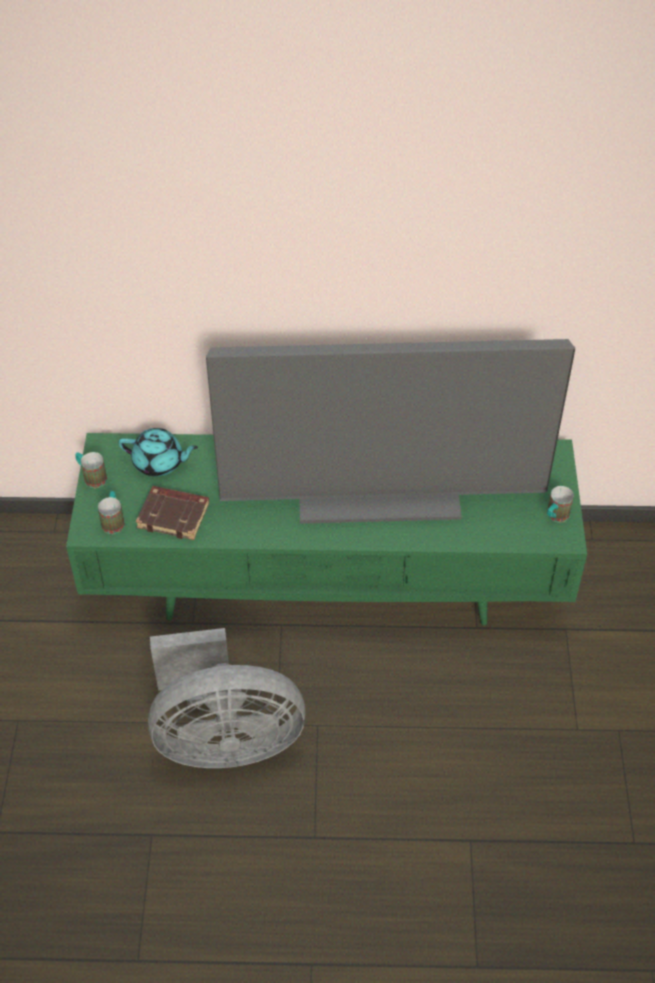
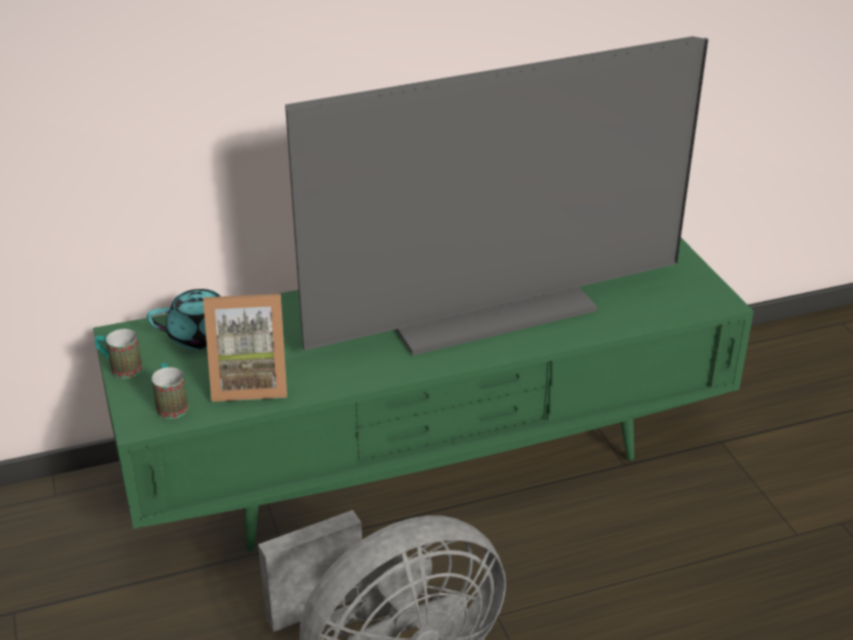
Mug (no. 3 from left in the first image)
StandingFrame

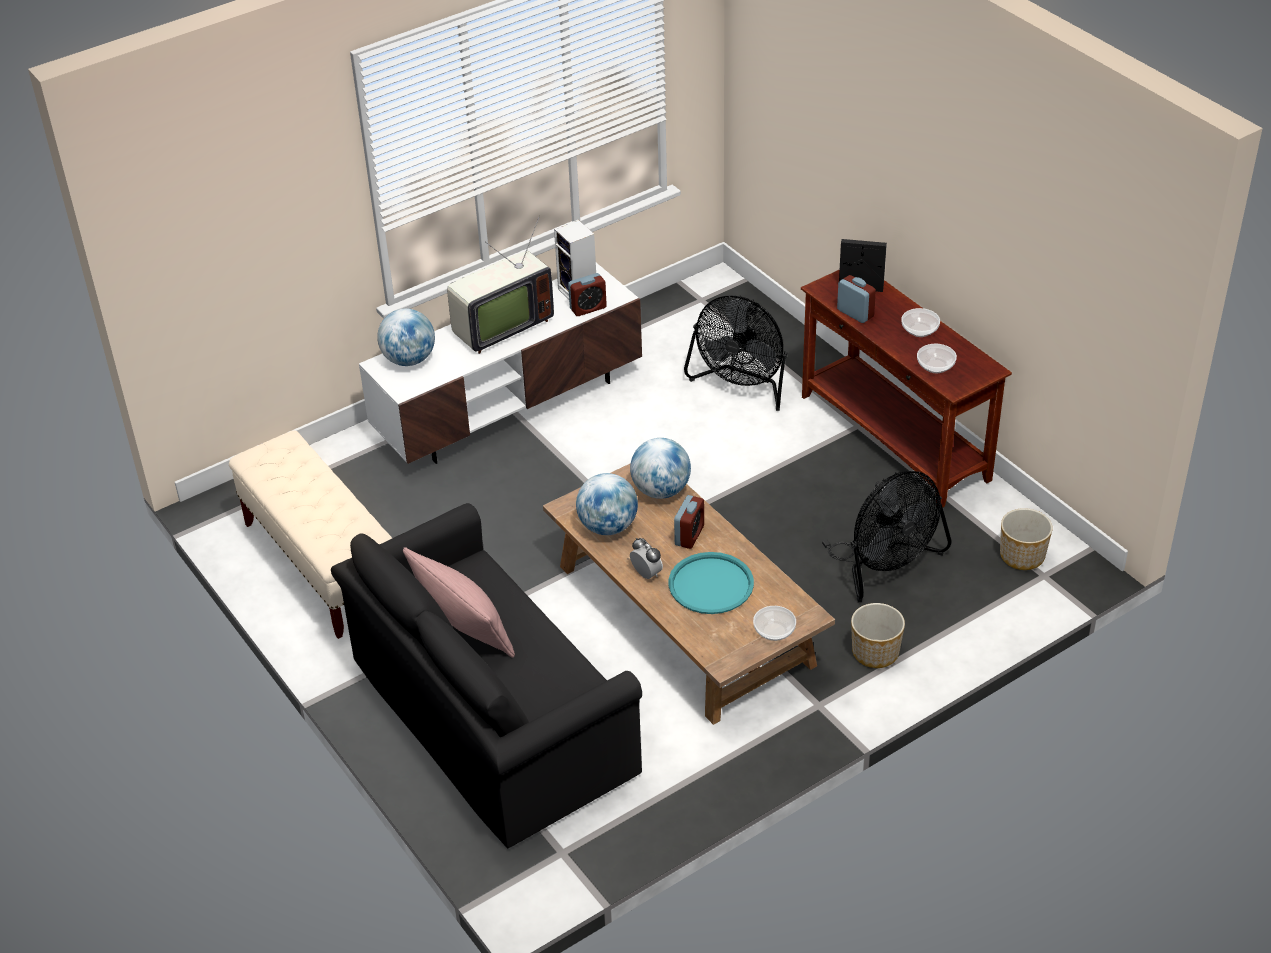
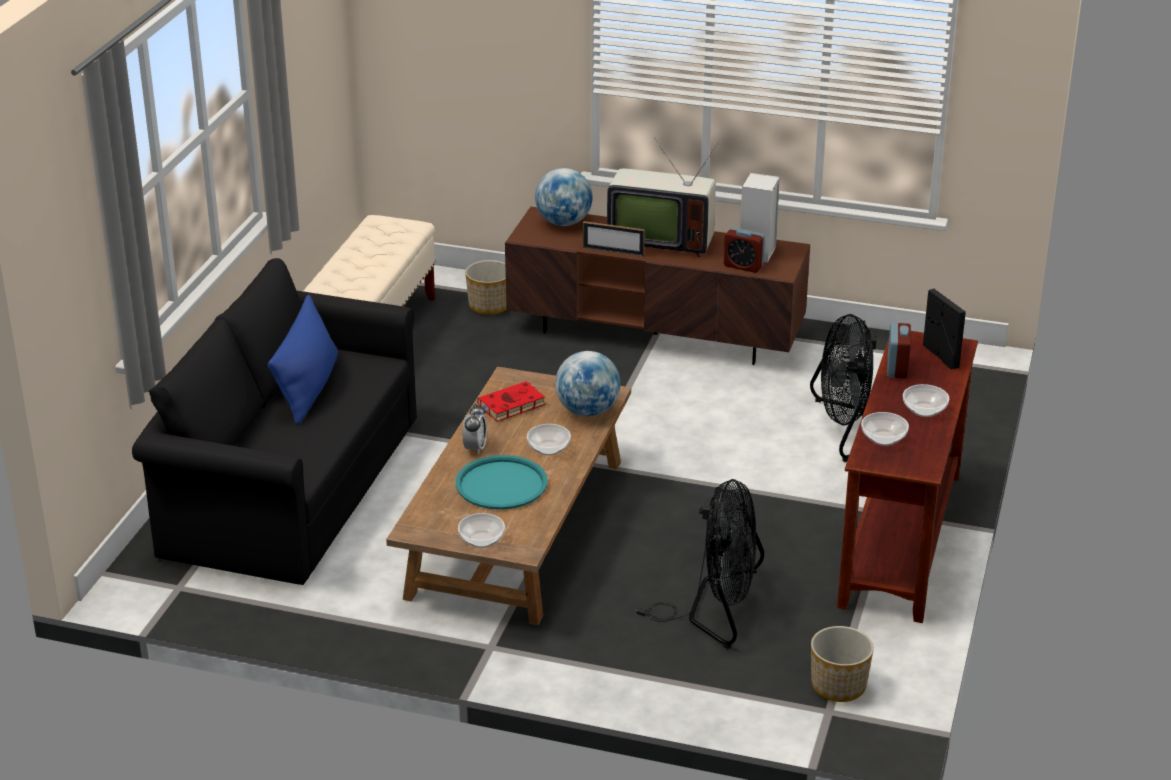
StandingFrame (no. 1 from left)
FlowerPot (no. 1 from left)
RedBoundBook
DeepDish (no. 2 from left)
BrownTvUnit
BlueColouredThrowPillow
BlackColouredFan (no. 1 from left)

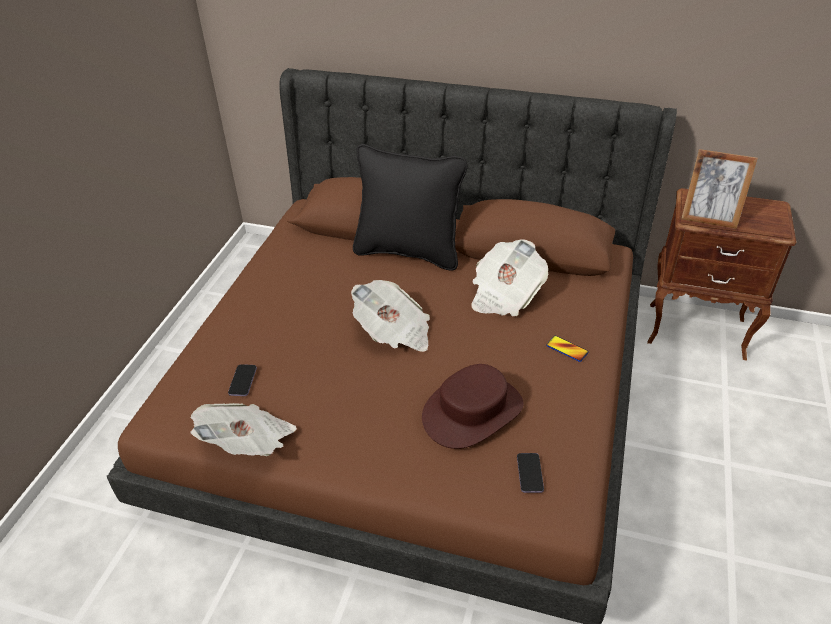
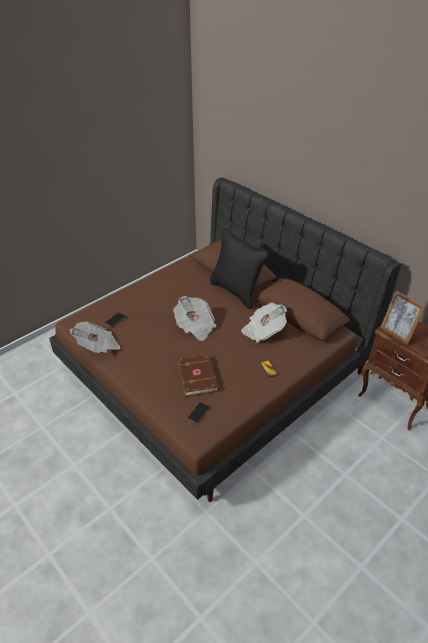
BrownBoundBook

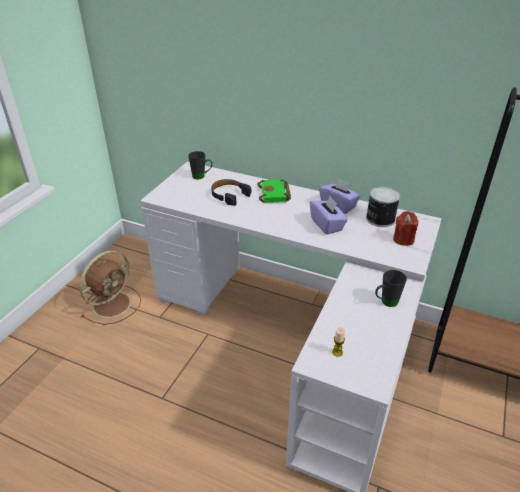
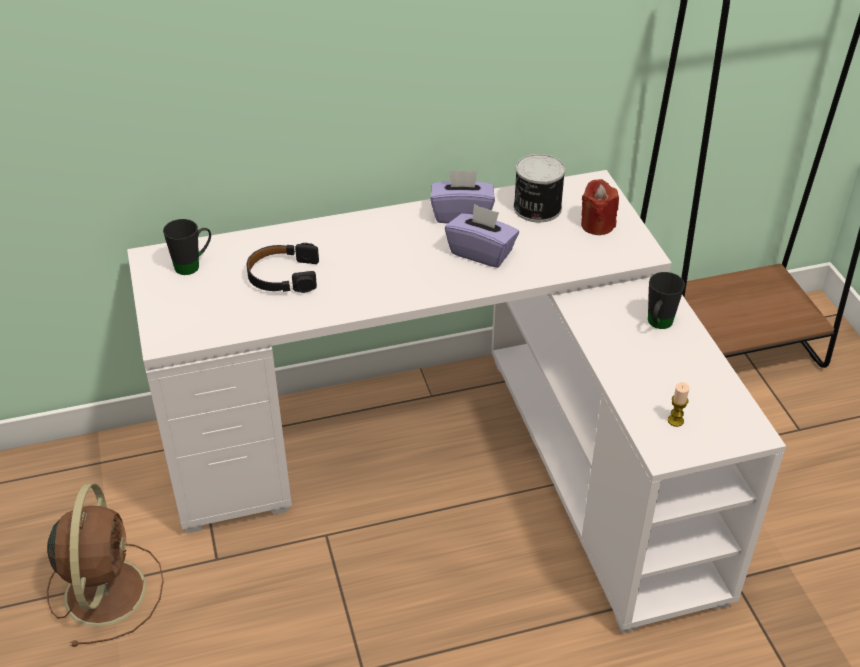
GreenBoundBook

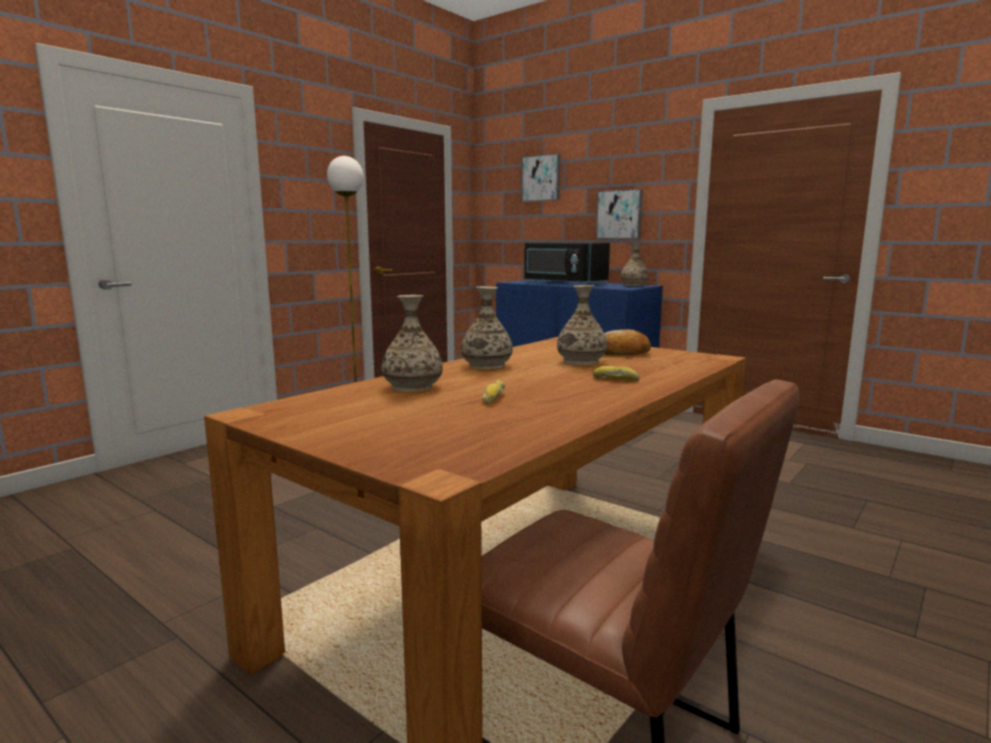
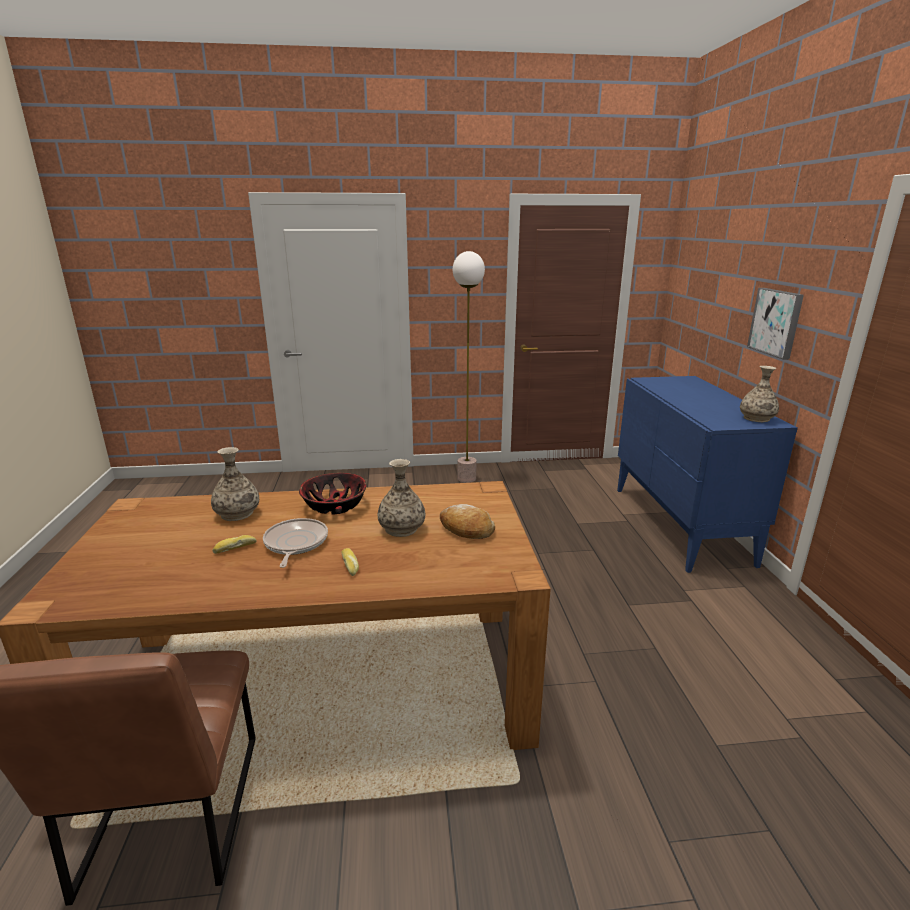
WallPicture (no. 1 from left in the first image)
BlackColouredMicrowave
Skillet
DeepDish

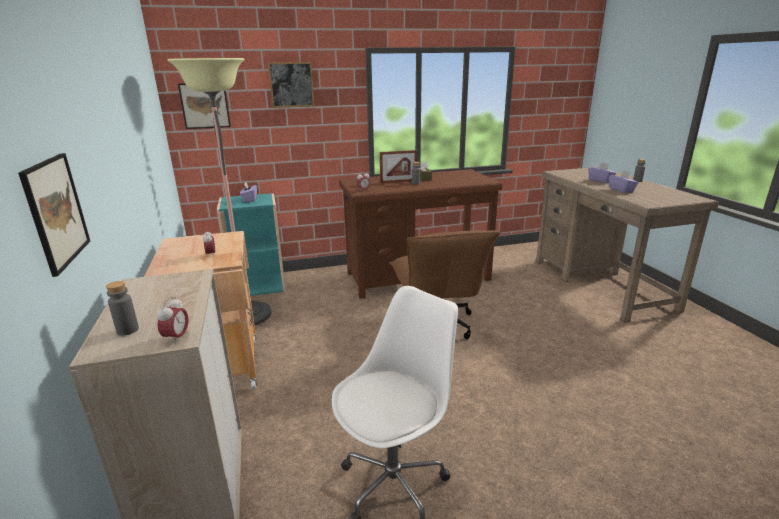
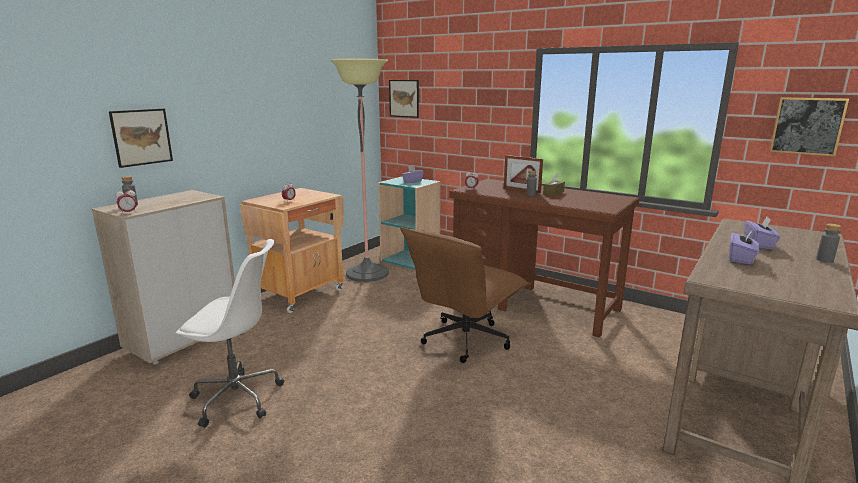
WallPicture (no. 3 from left)

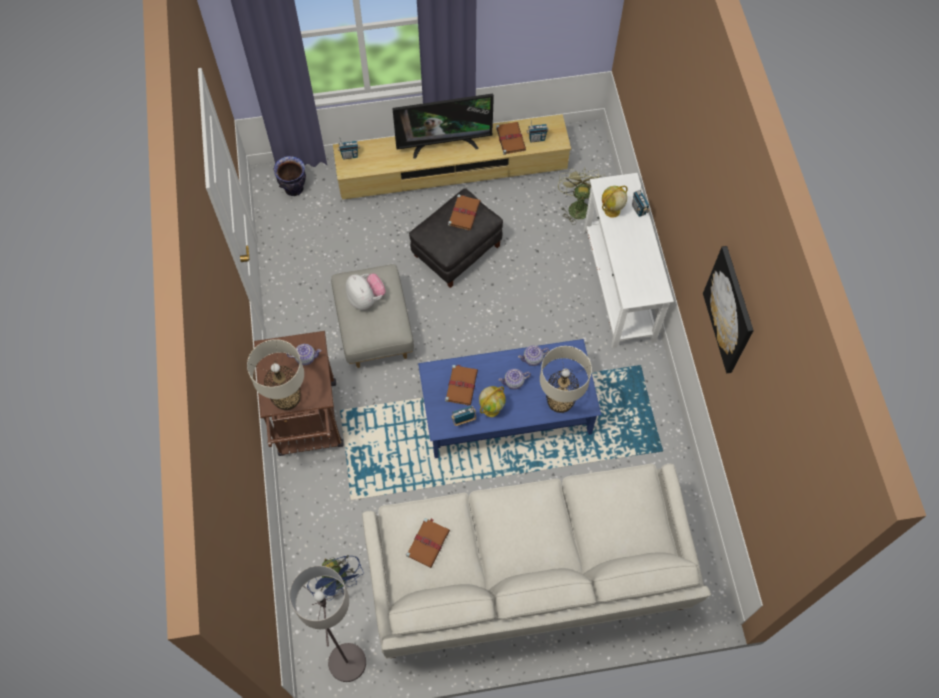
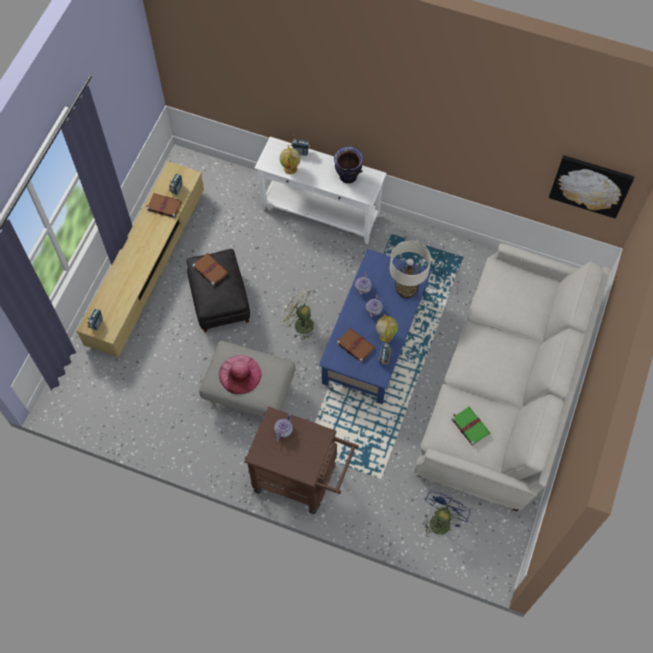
TableLamp (no. 1 from left in the first image)
GrayFloorLamp
Television
DecorativeVase
GreenFan
WallPicture
PinkishWearableHat
GreenBoundBook
BlueColouredFan

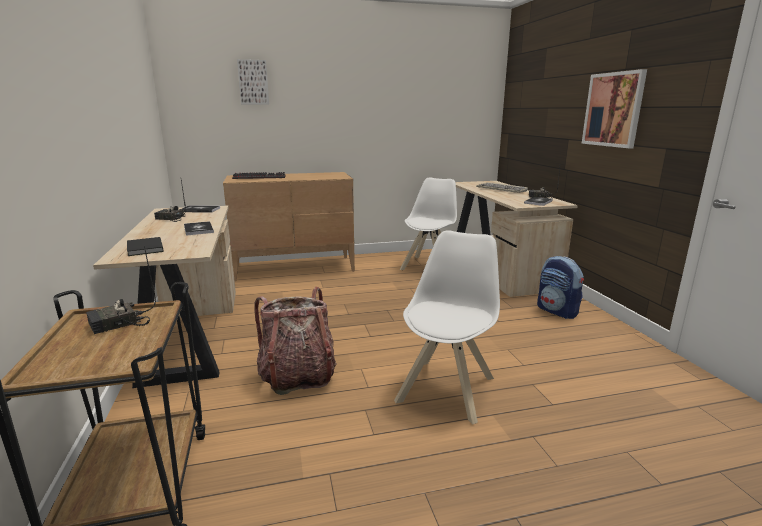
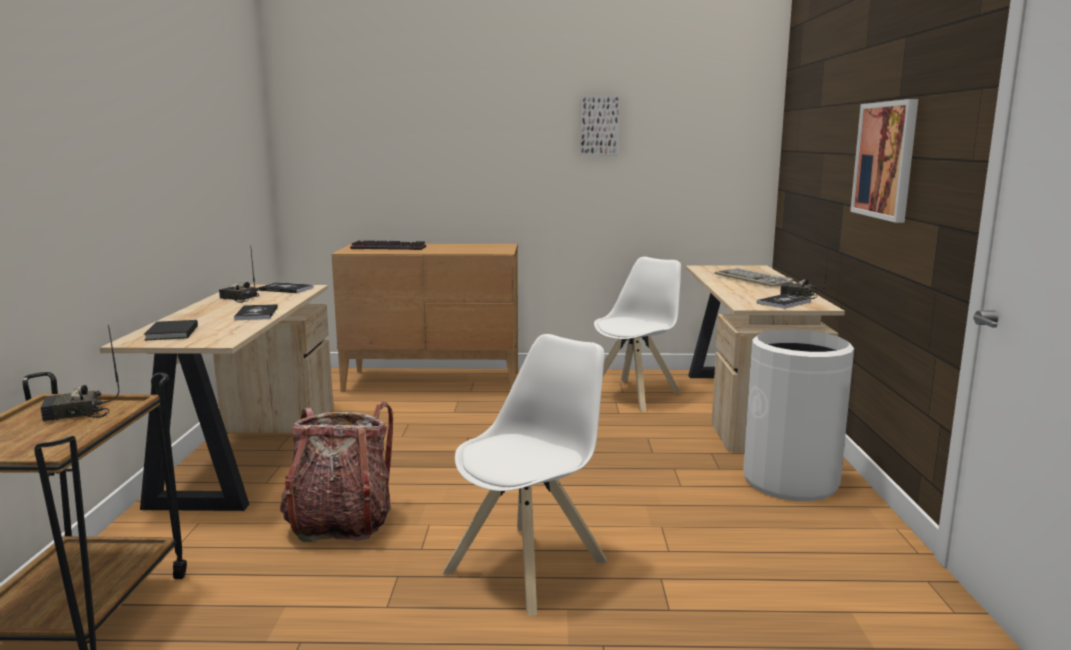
WallPicture (no. 1 from left)
WhiteColouredTrashCan

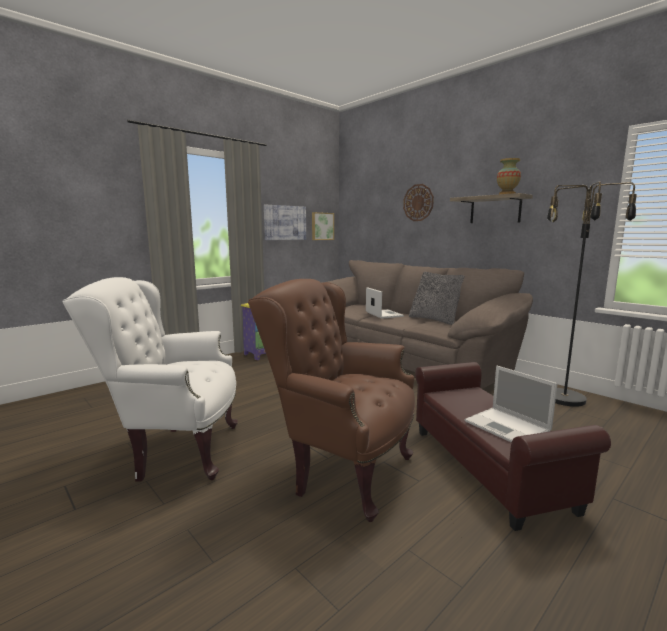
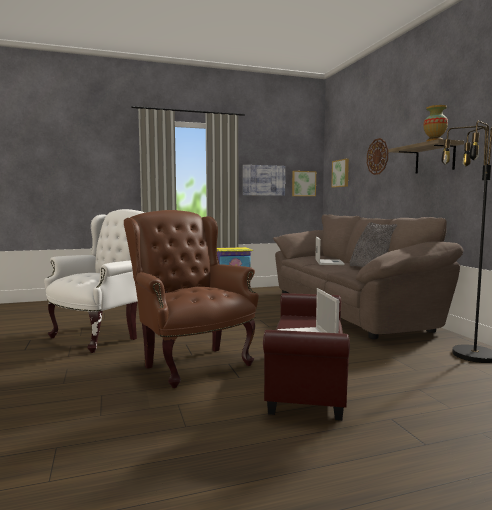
WallPicture (no. 3 from left)
WhiteColouredEasyChair

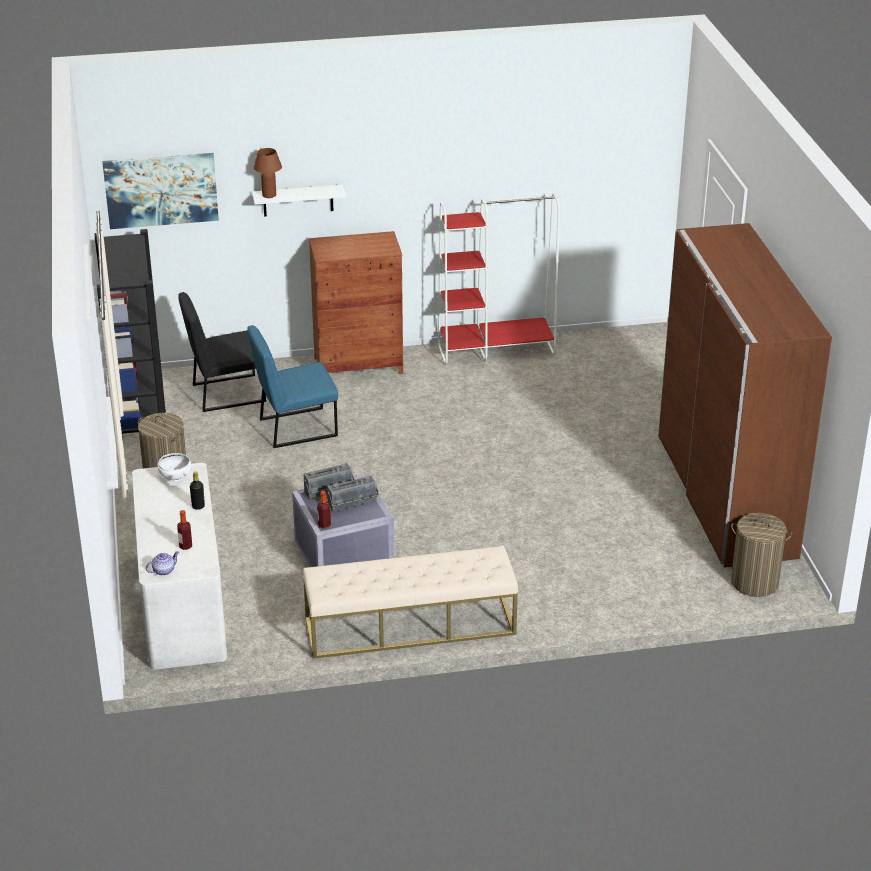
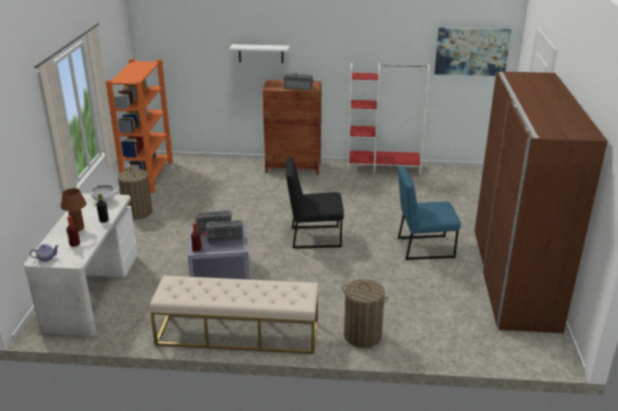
RadioReceiver (no. 3 from left)
WallPicture
BlackColouredPlainChair
BlueColouredPlainChair
BrownTableLamp
WashingBasket (no. 2 from left)
OrangeyBookshelf

